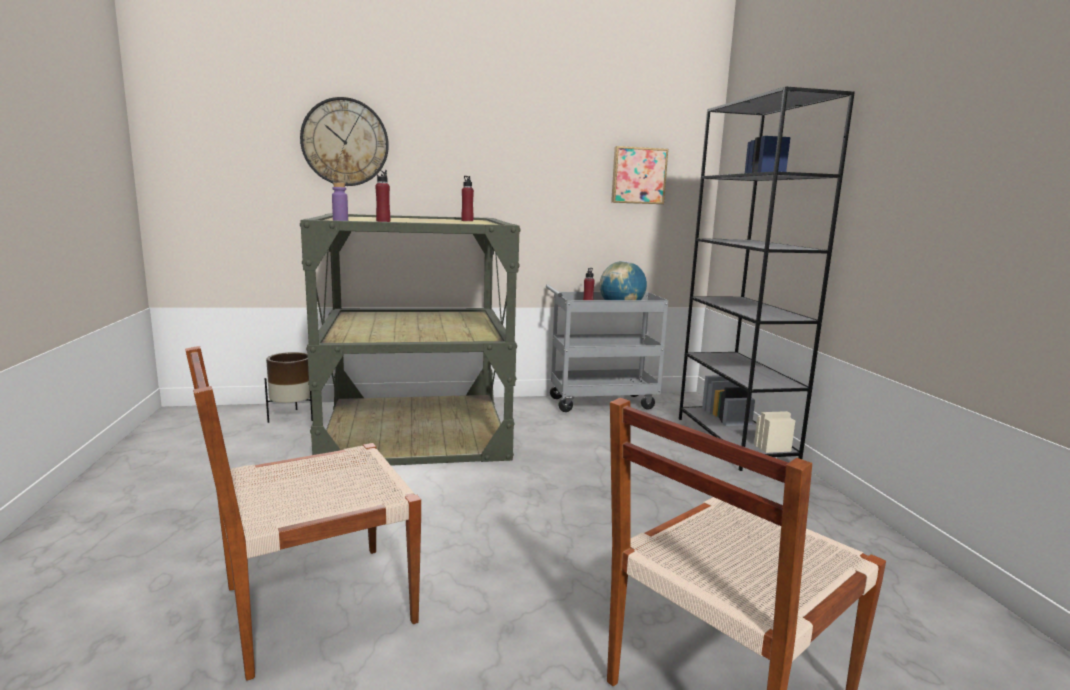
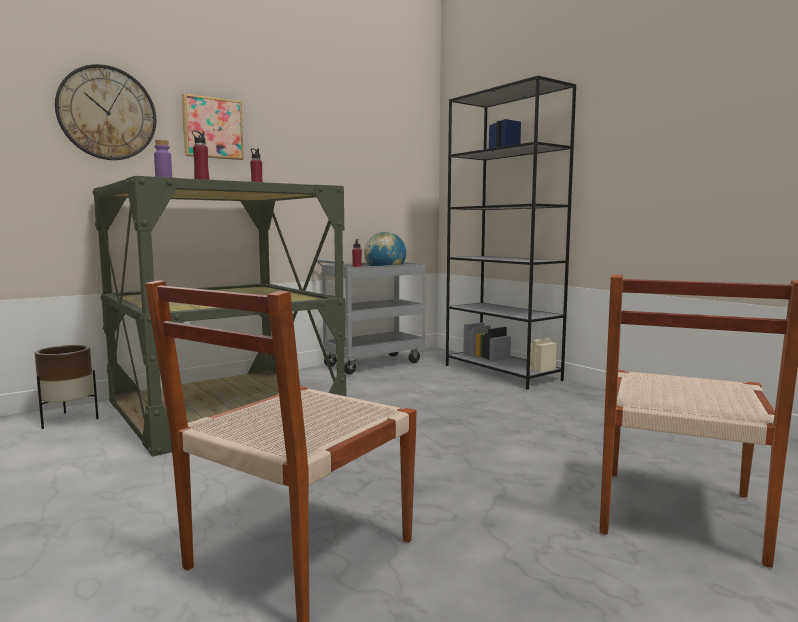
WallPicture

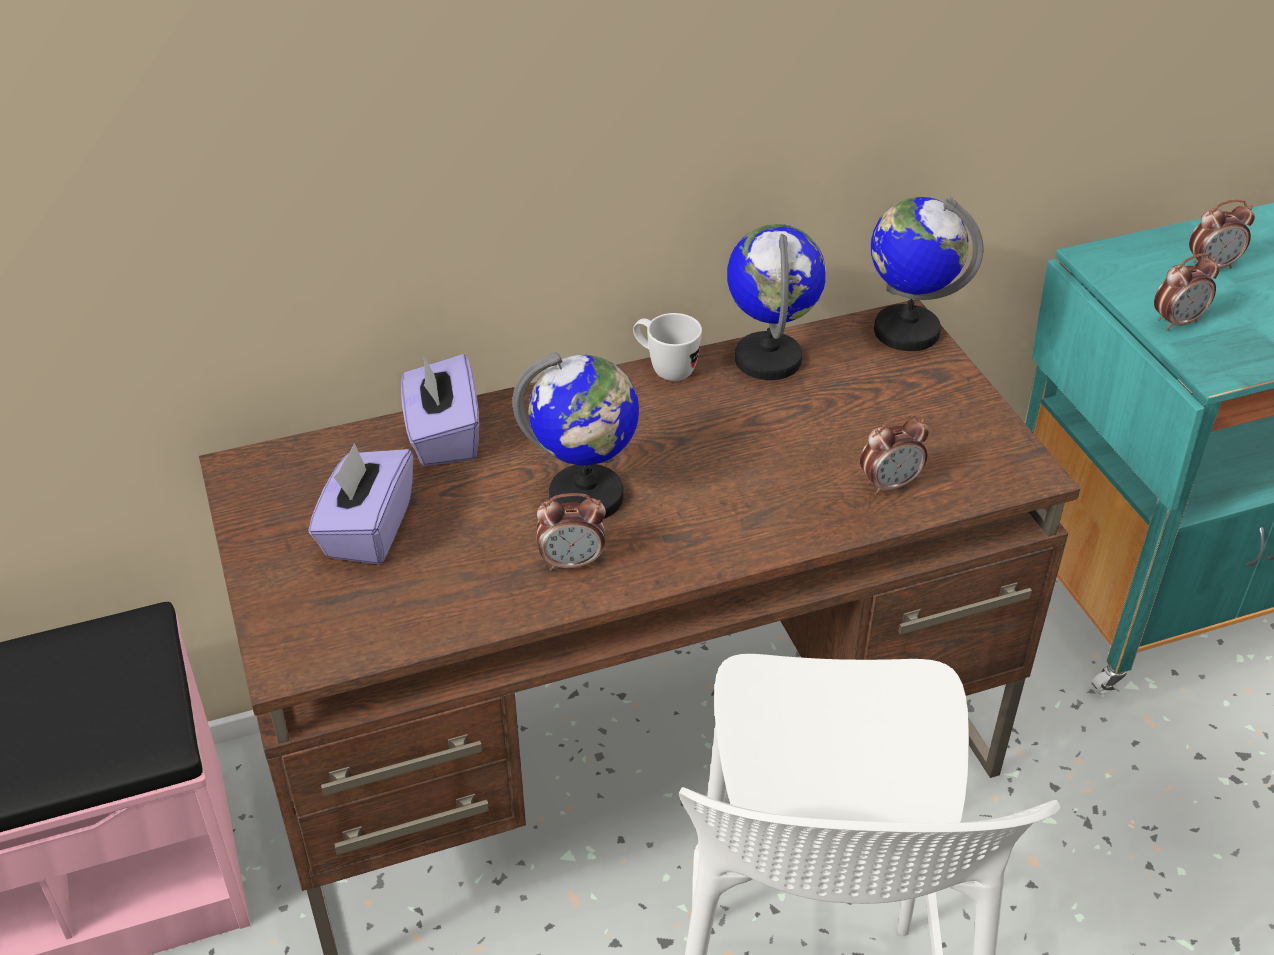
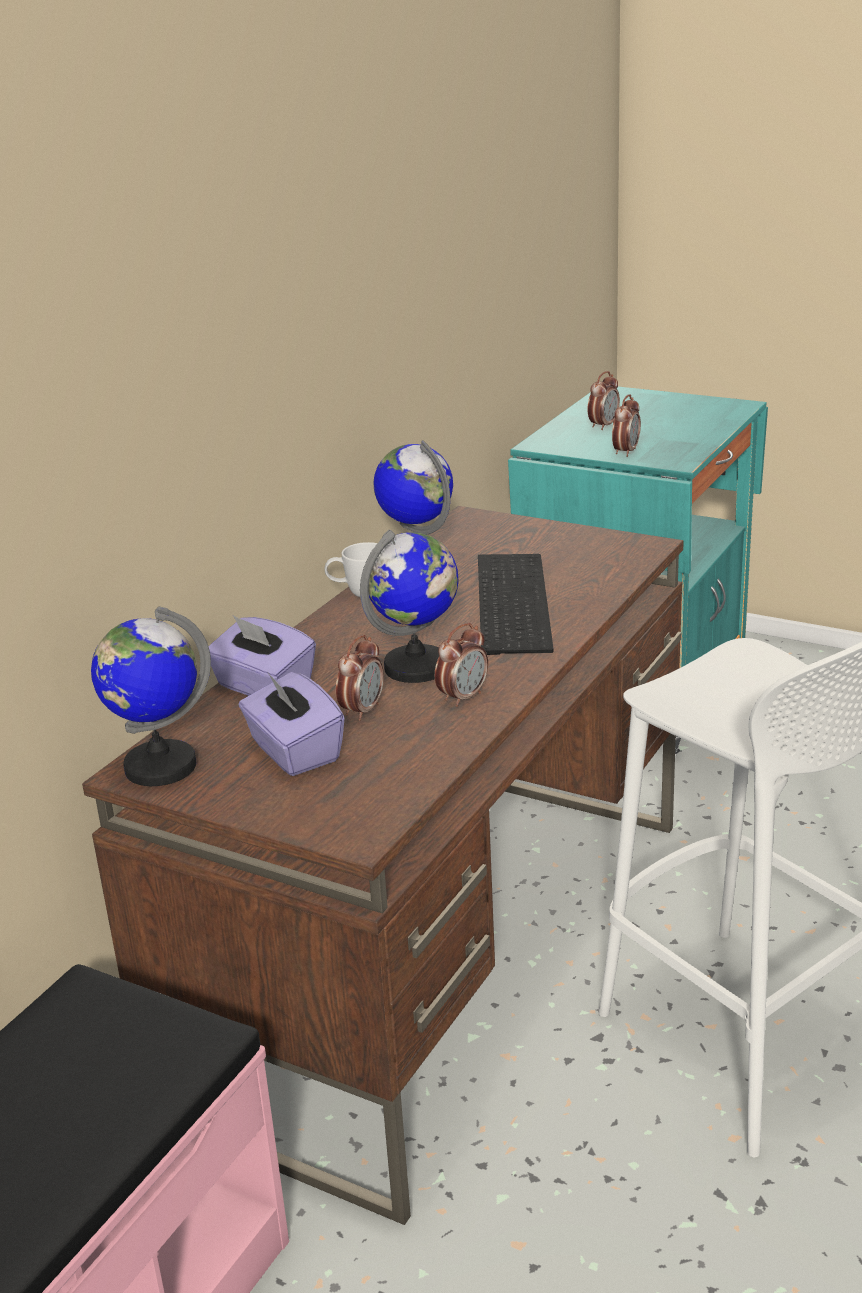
Keyboard
BedsideClock (no. 1 from left)
WorldGlobe (no. 1 from left)

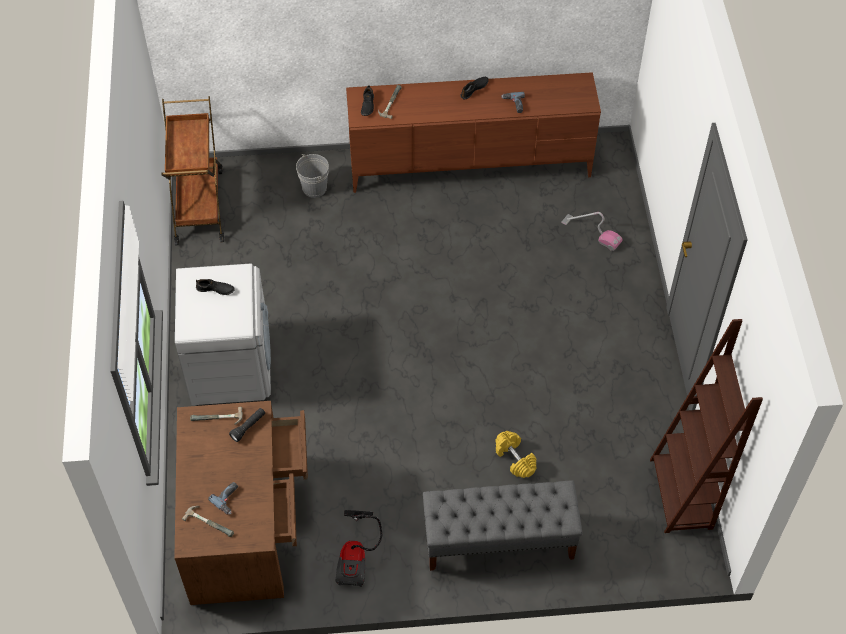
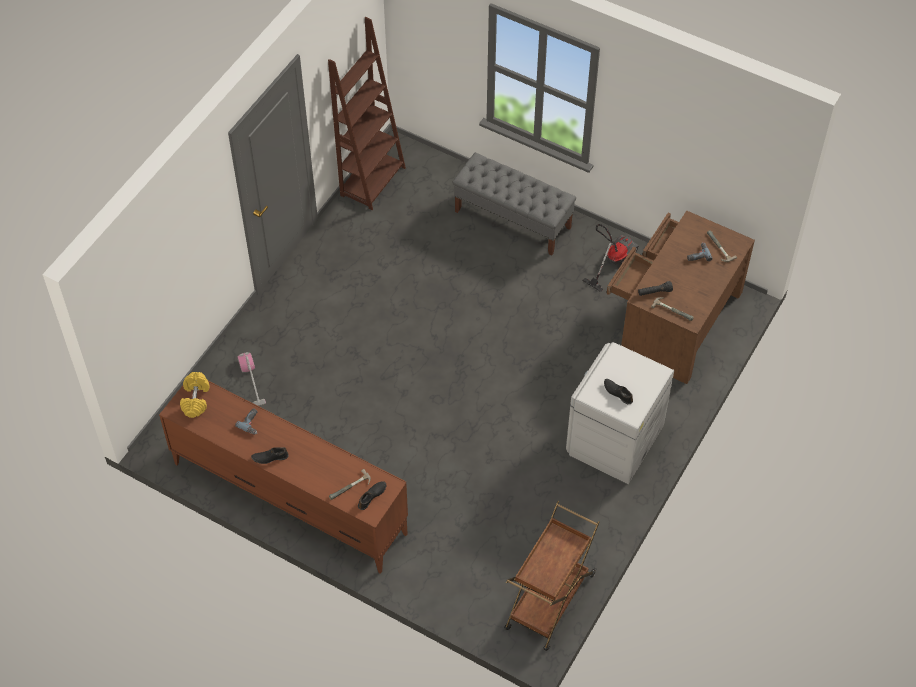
GrayBucket
YellowishDumbbell

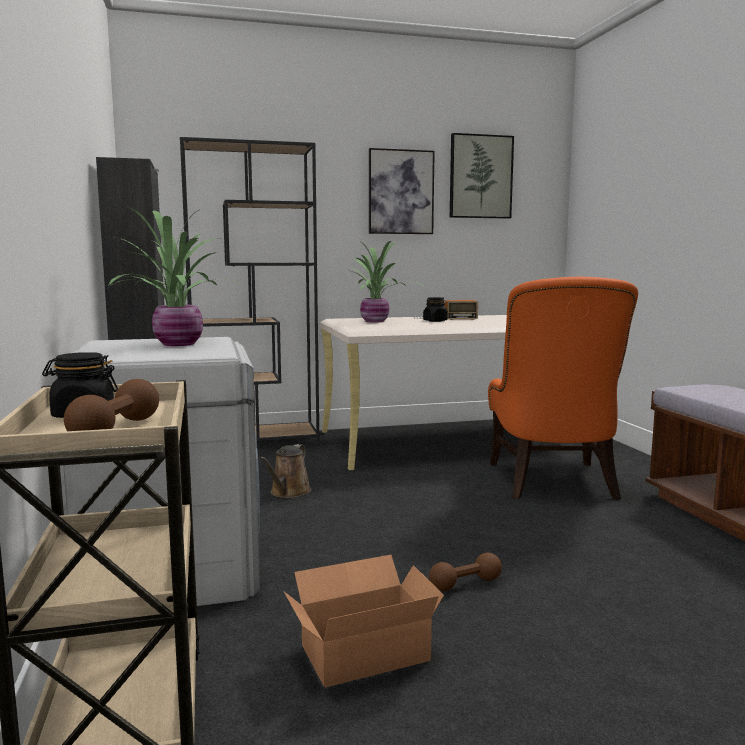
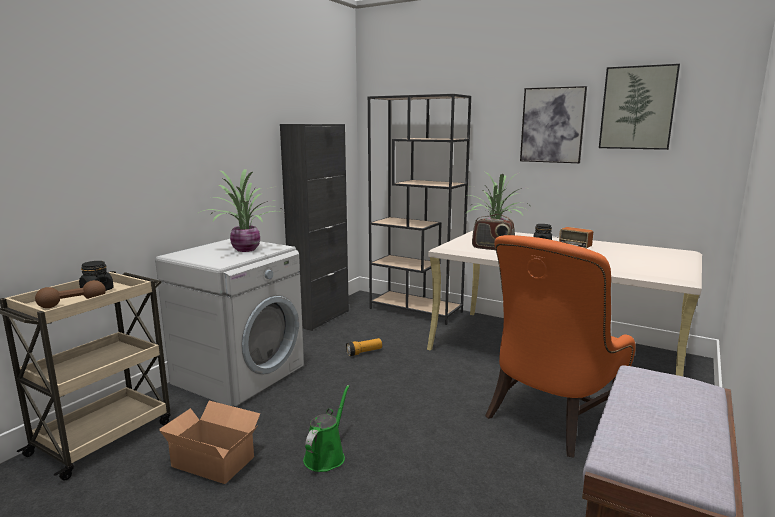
RadioReceiver (no. 1 from left)
Flashlight
GreenSprinklingCan

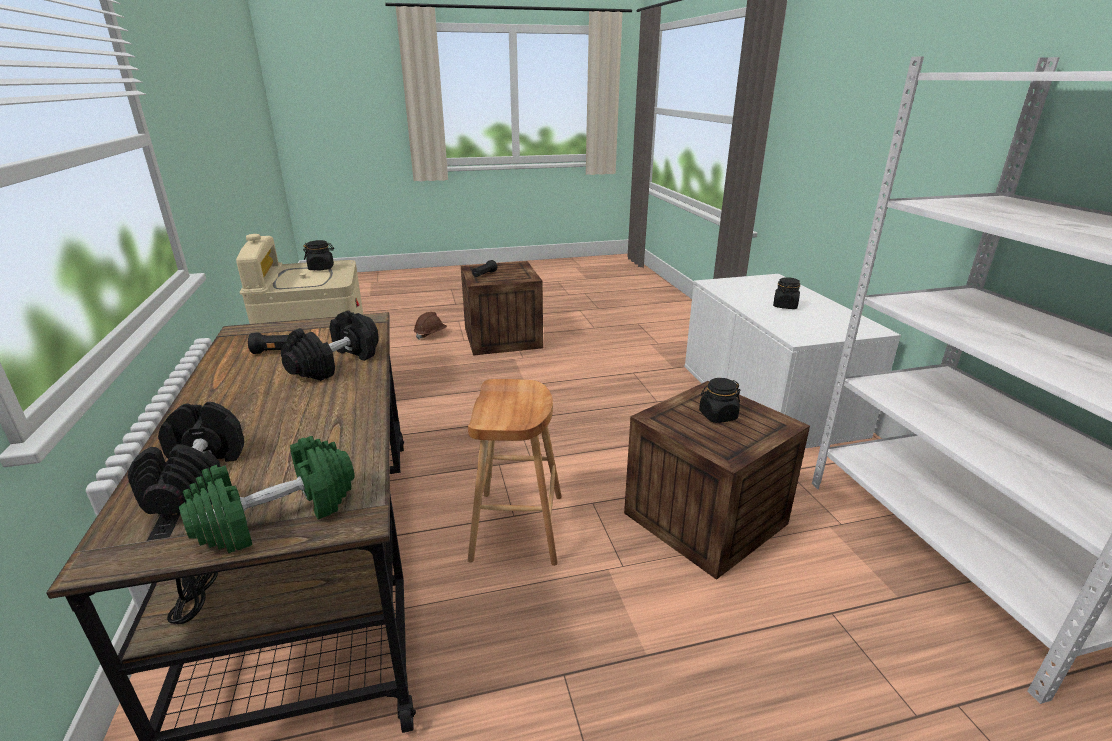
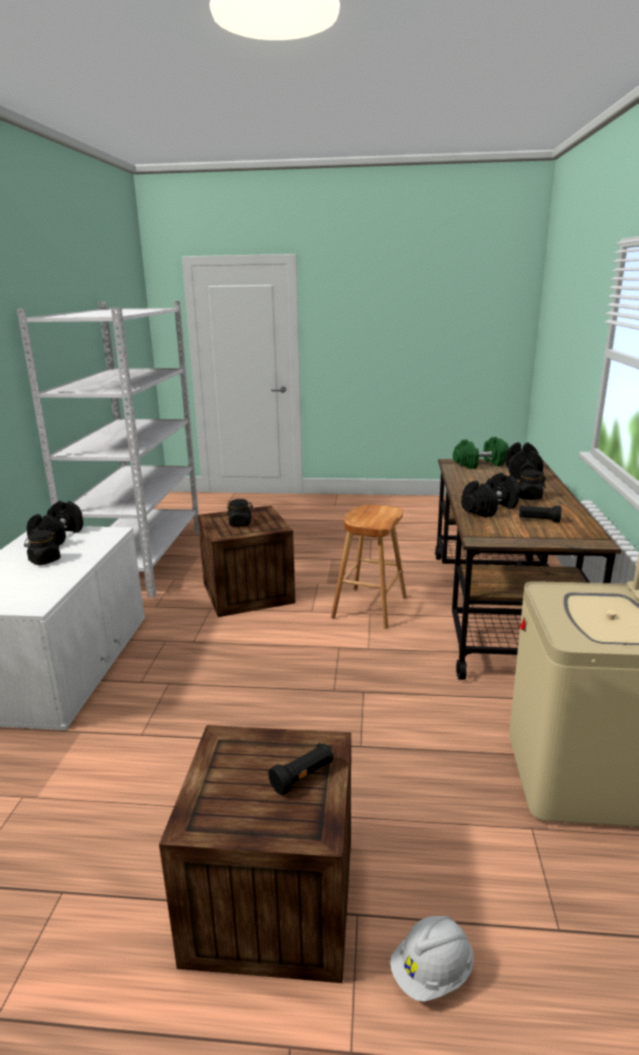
BlackColouredDumbbell (no. 1 from left)
BlackColouredStorageJar (no. 3 from left)
WhiteColouredHardHat

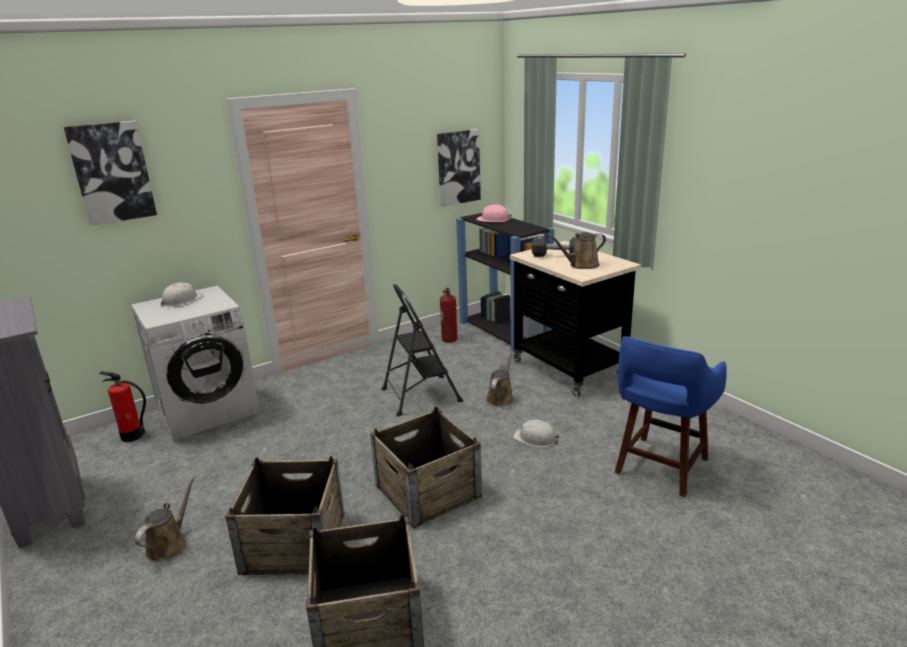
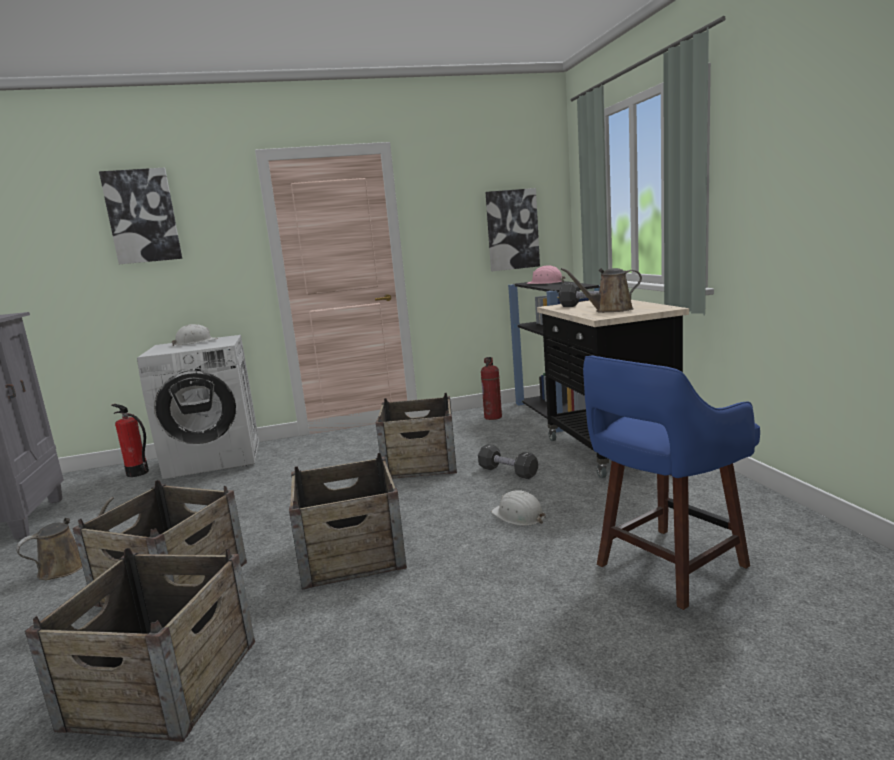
ShippingCrate (no. 4 from left)
BlackColouredDumbbell (no. 1 from left)

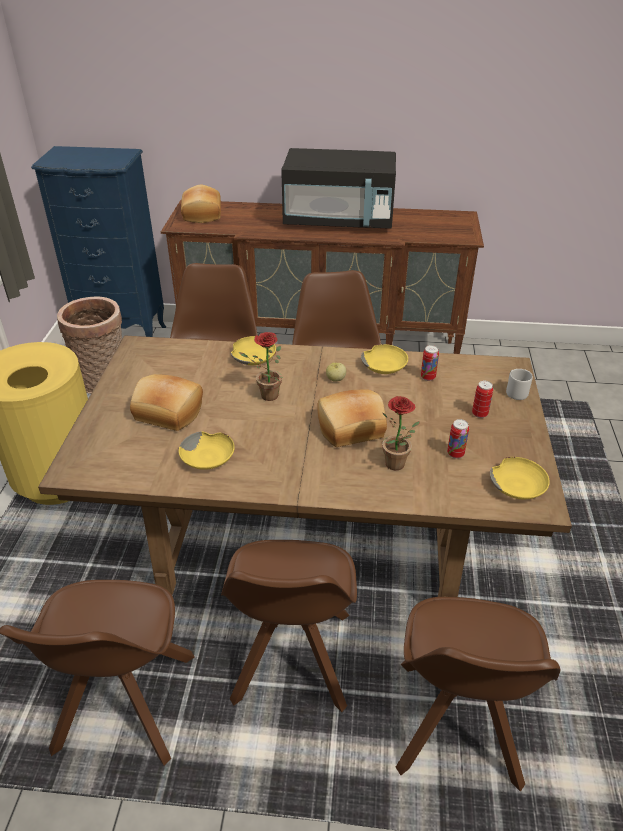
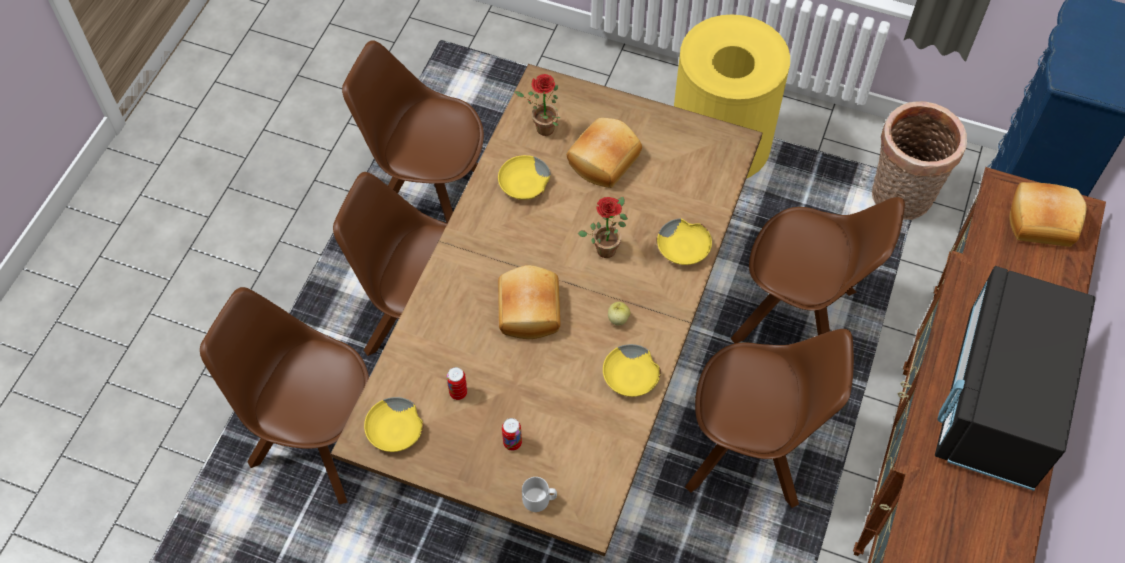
SealedCan (no. 1 from left in the first image)
PottedPlant (no. 1 from left)

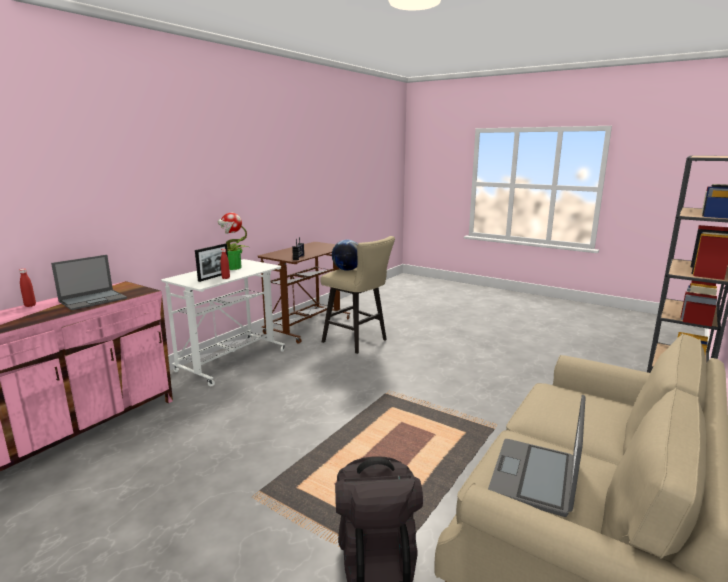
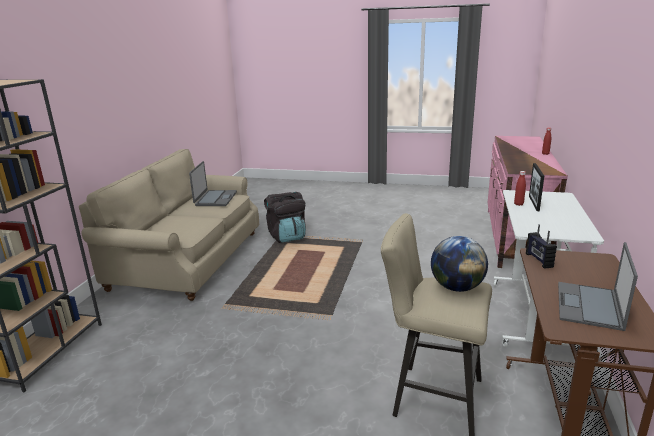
PottedPlant
PortableComputer (no. 2 from left)

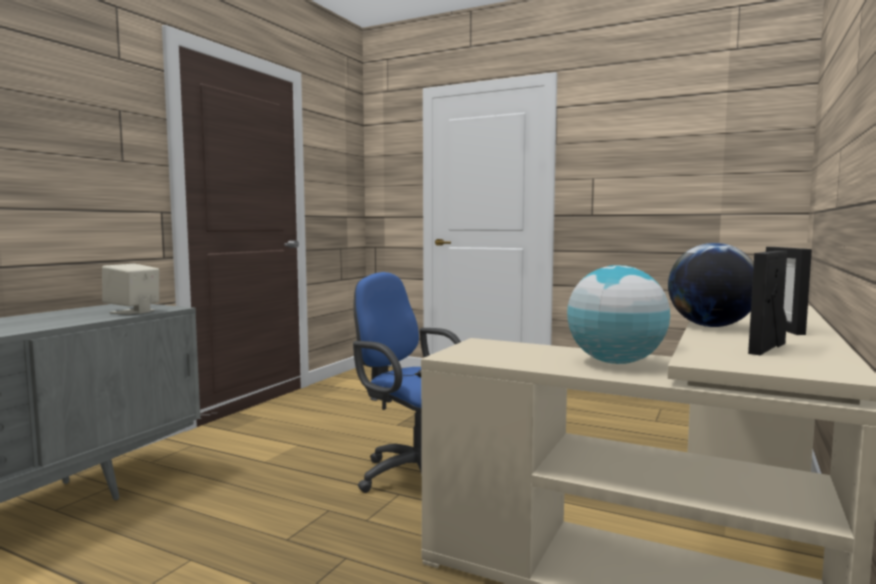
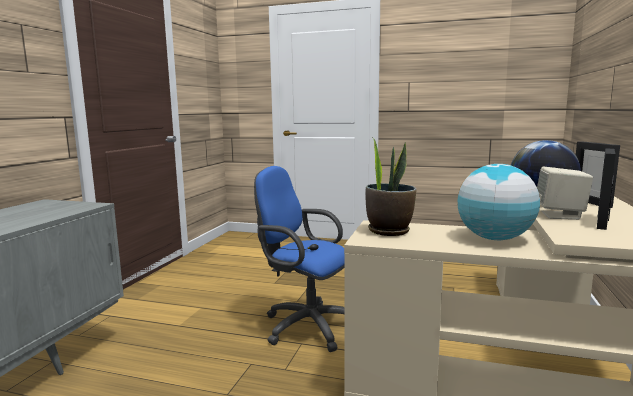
PottedPlant
BeigeColouredSpeaker

